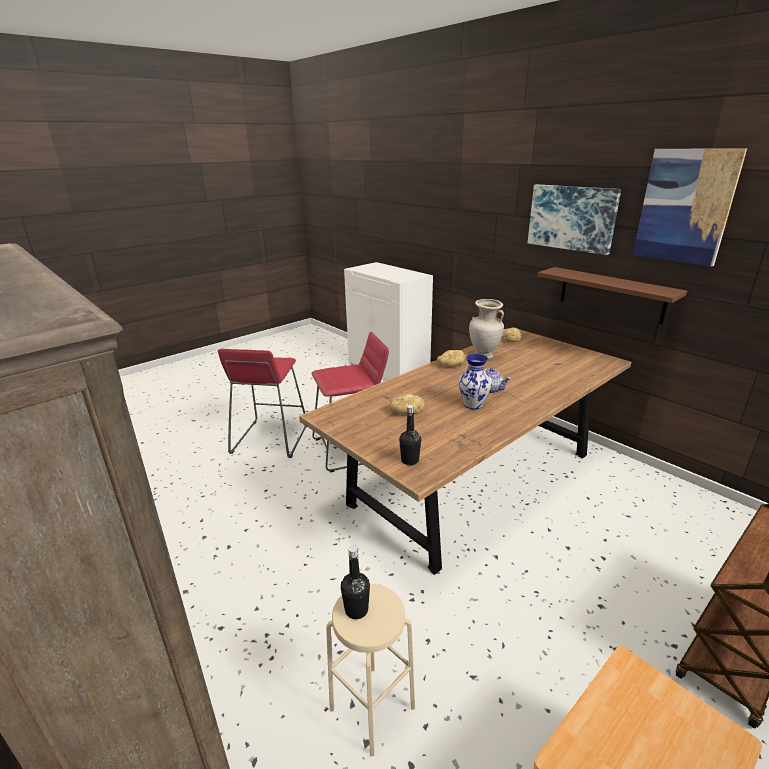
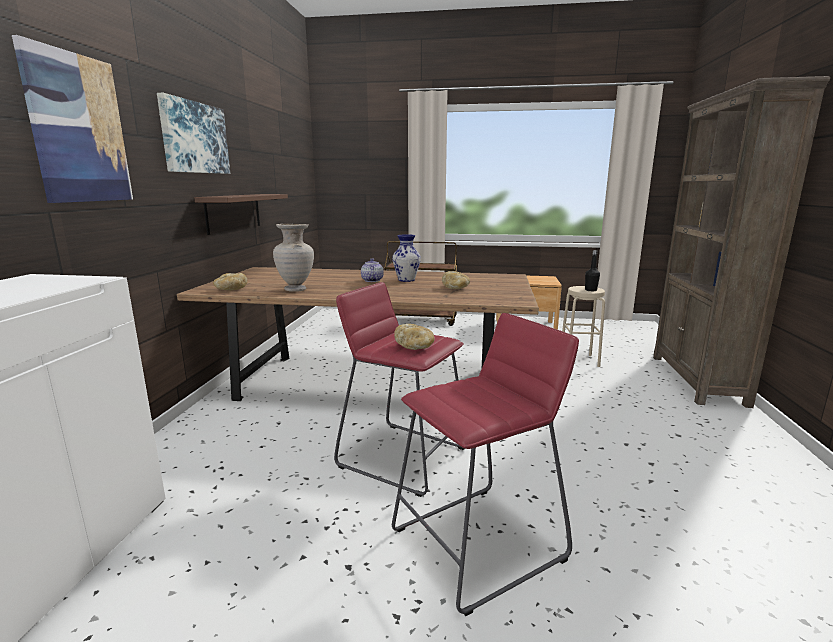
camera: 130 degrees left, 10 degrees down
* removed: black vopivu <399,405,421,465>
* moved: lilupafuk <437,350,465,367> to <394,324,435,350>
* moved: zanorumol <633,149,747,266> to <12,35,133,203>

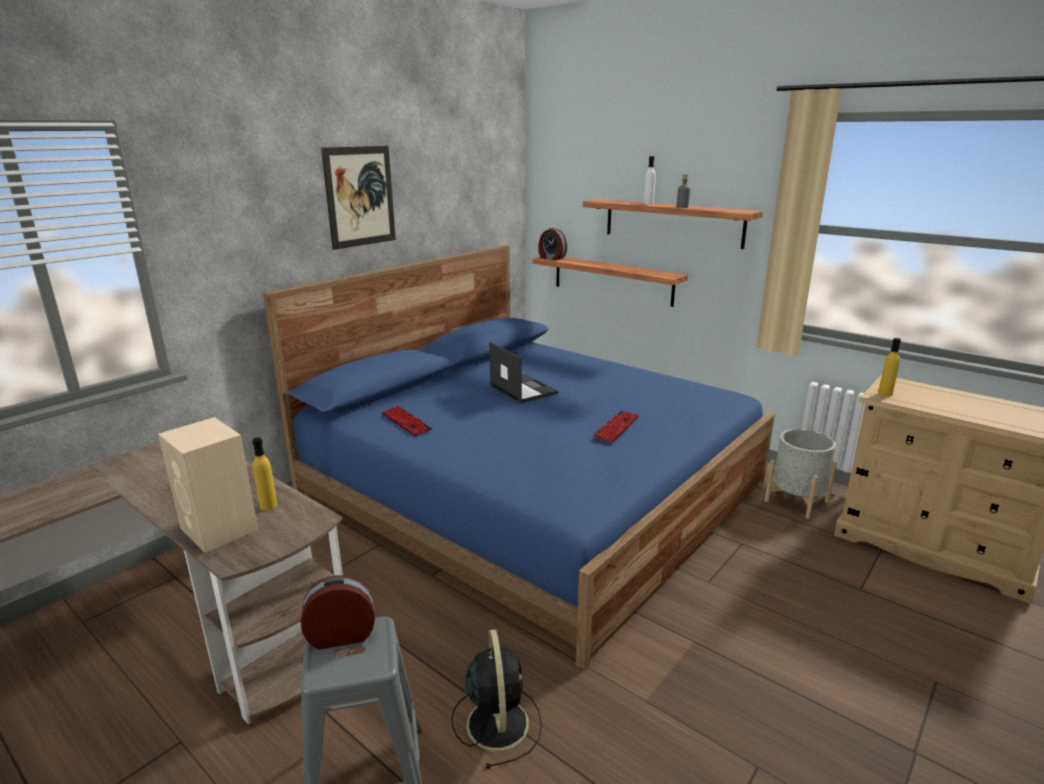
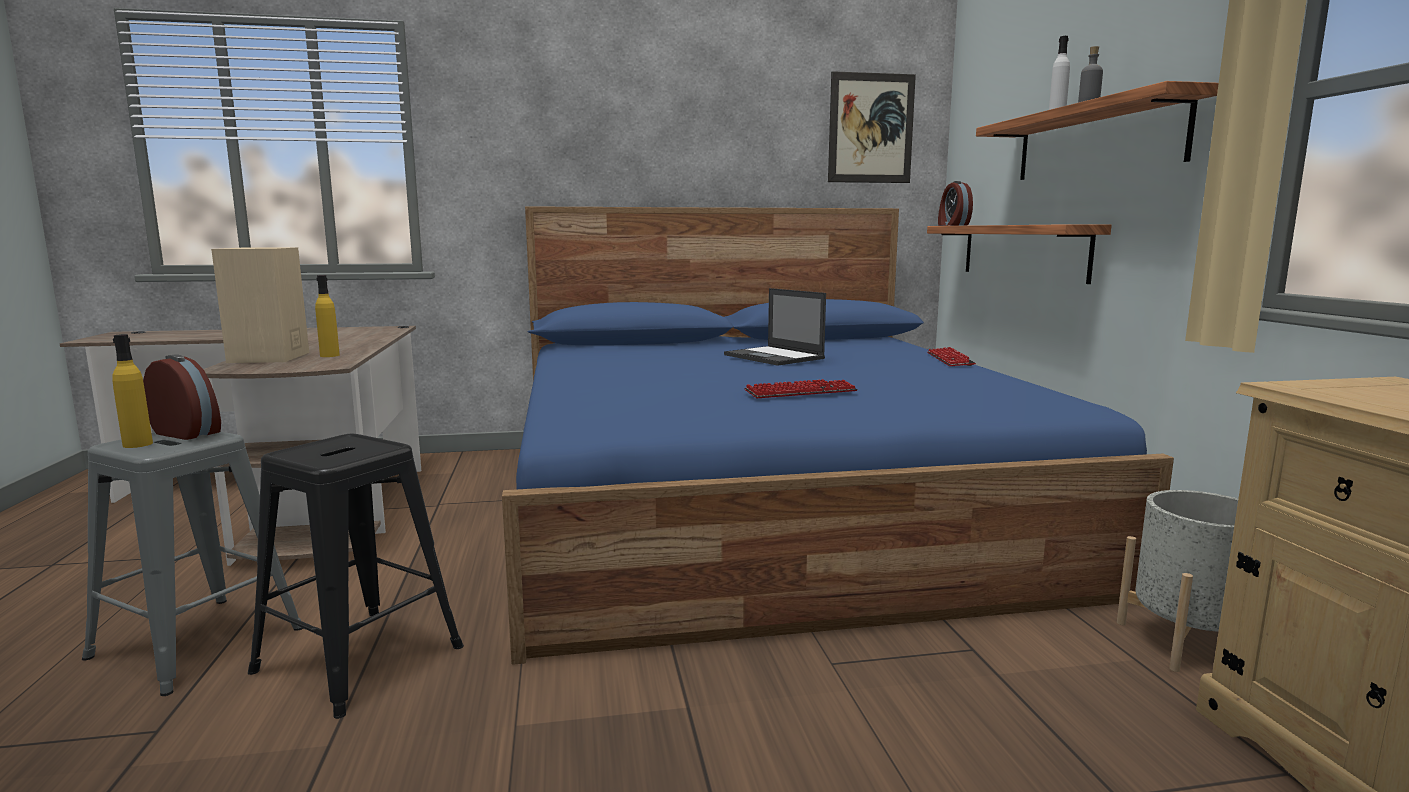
camera: 40 degrees right, 10 degrees down
* moved: zanorumol <321,146,396,250> to <828,71,916,183>
* moved: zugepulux <382,406,432,436> to <927,347,976,366>
* moved: yellow vopivu <878,338,901,396> to <112,334,153,448>
* replaced: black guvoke <451,629,542,769> to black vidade <248,434,464,719>
* turned: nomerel <489,342,558,403> = <724,288,826,366> 135 degrees clockwise

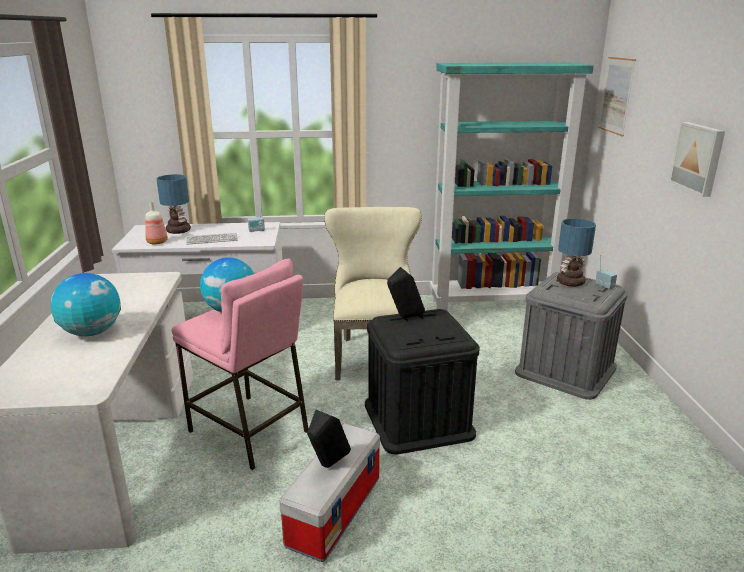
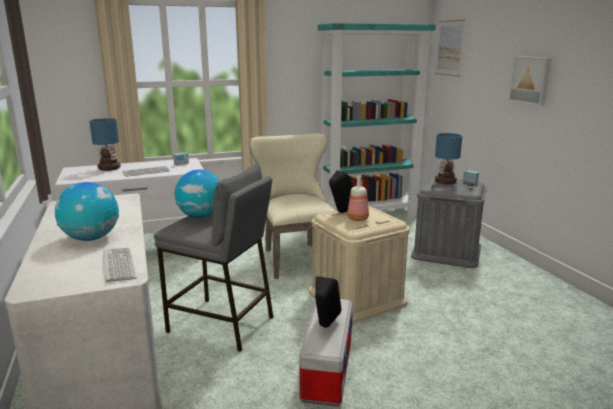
camera: 15 degrees left, 5 degrees down
* added: zugepulux <103,248,137,282>
* moved: vopivu <145,201,168,245> to <347,176,369,221>
* recoloured: pink vidade <171,259,308,470> to grey vidade <154,164,273,352>
* recoloured: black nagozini <365,309,480,455> to beige nagozini <309,206,410,323>

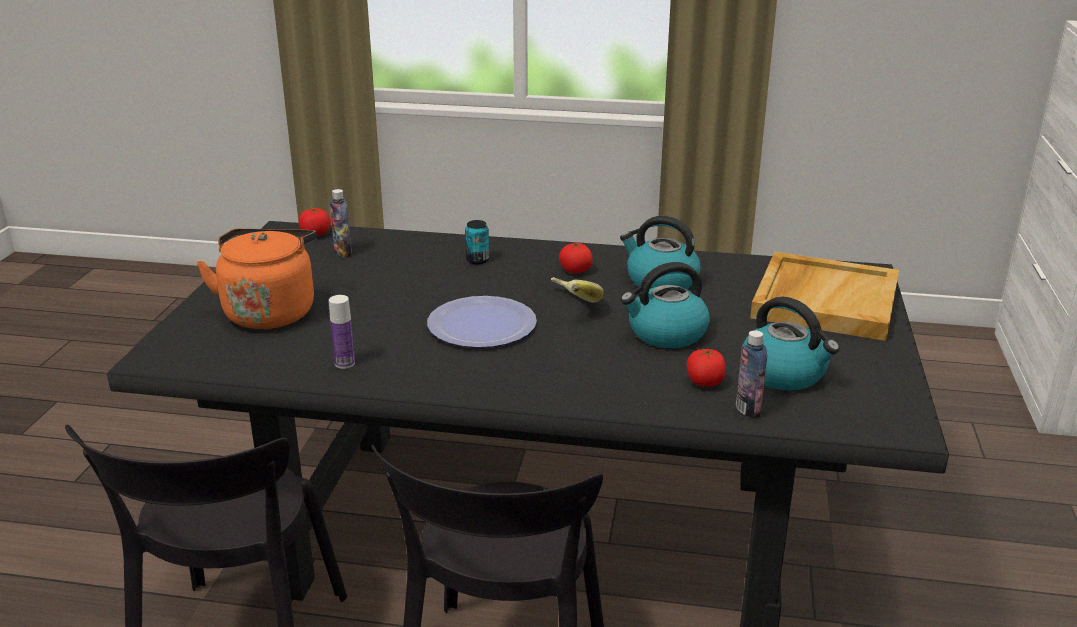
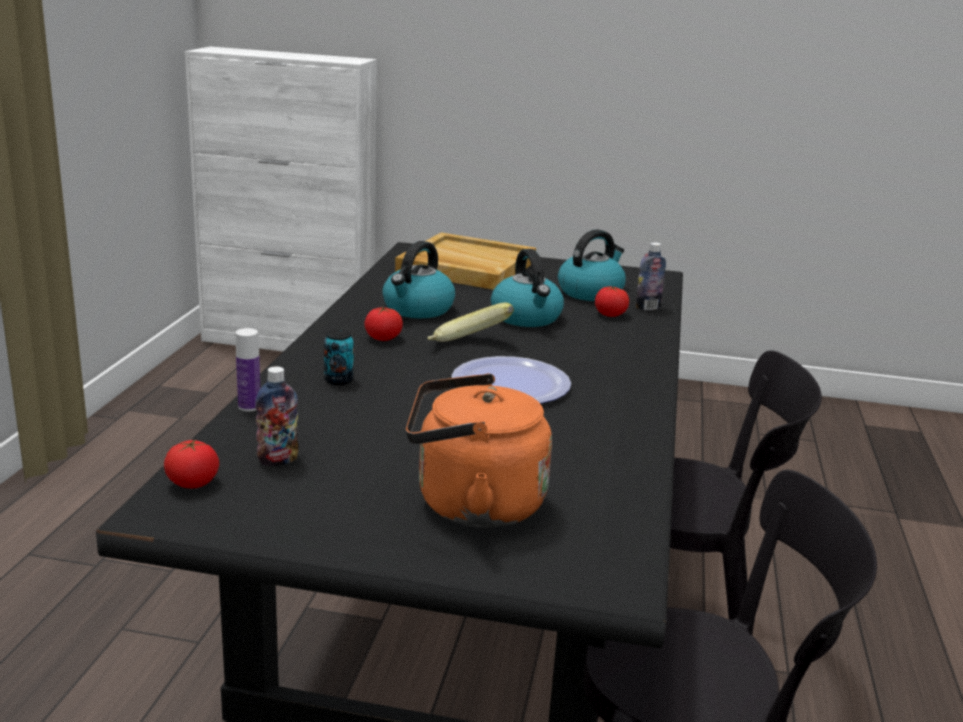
camera: 90 degrees left, 5 degrees down
* moved: vopivu <329,295,355,369> to <236,328,260,412>

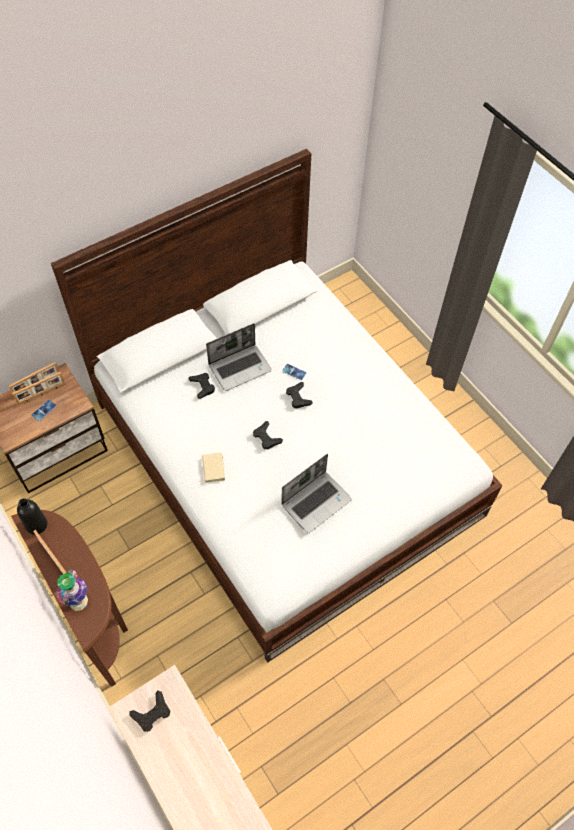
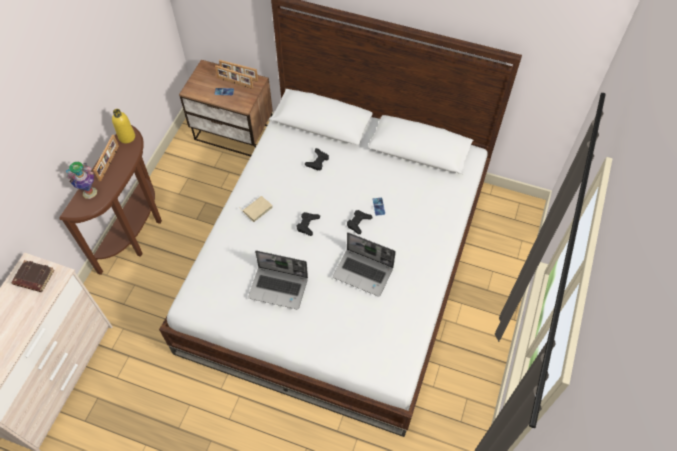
camera: 55 degrees right, 0 degrees up
* moved: nomerel <206,323,272,391> to <333,232,396,297>
* replaced: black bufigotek <129,690,170,732> to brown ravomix <12,260,55,292>
* recoloured: black vopivu <17,498,48,535> to yellow vopivu <112,109,135,144>

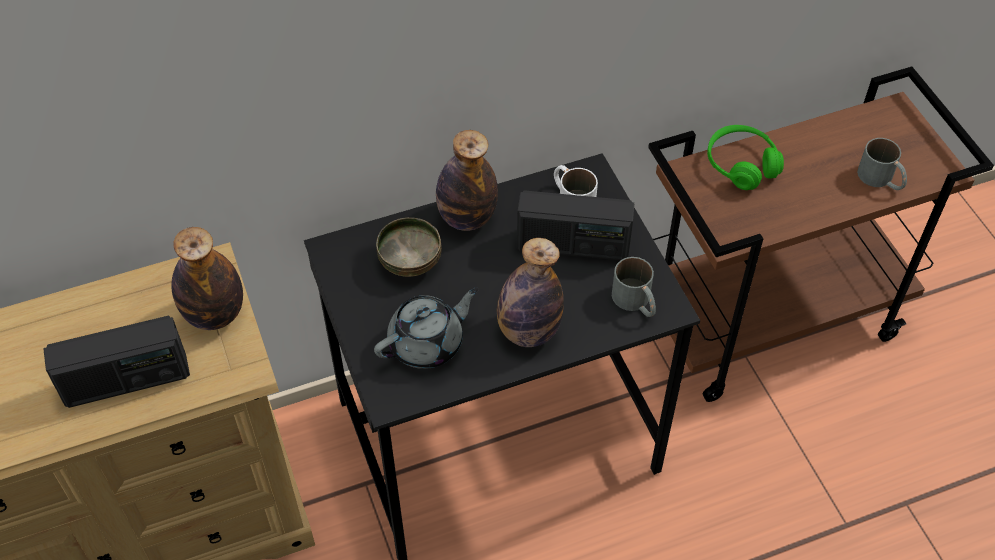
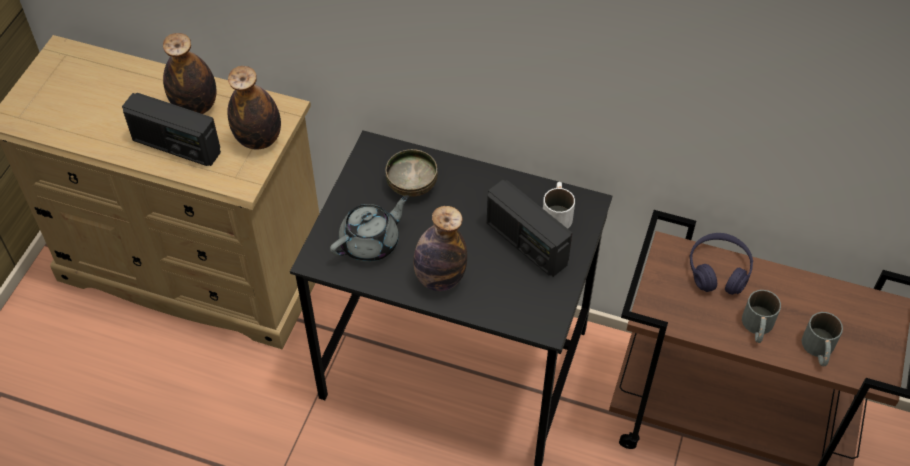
camera: 40 degrees right, 0 degrees up
* moved: vopivu <436,130,498,231> to <163,33,217,114>
* moved: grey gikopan <612,257,656,317> to <742,290,781,343>
* recoloured: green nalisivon <707,125,784,190> to purple nalisivon <690,233,753,295>
* turned: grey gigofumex <374,288,479,369> = <330,195,409,262> 45 degrees counterclockwise

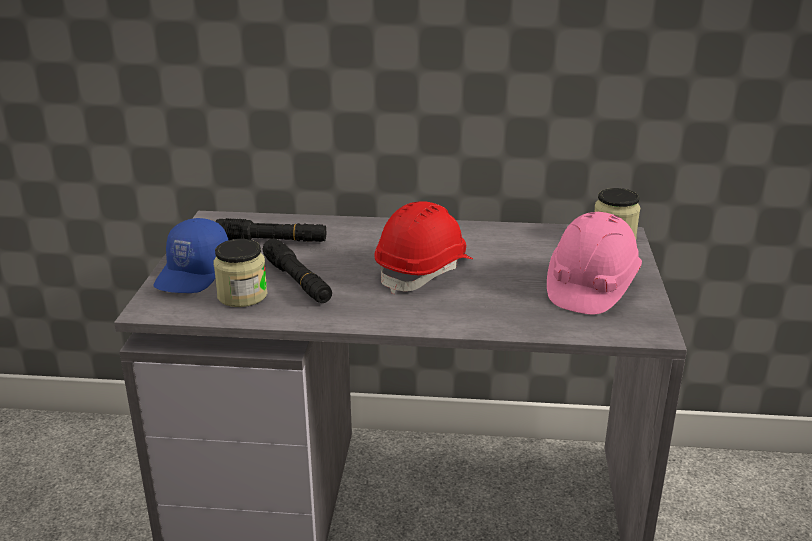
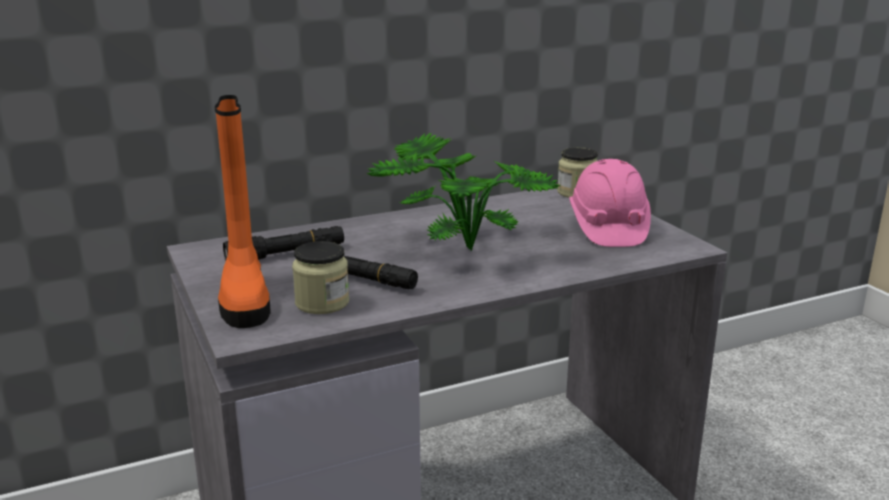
camera: 30 degrees left, 5 degrees down
* replaced: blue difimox <154,218,228,293> to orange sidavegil <214,95,271,328>
* replaced: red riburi <374,201,473,294> to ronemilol <366,133,561,251>

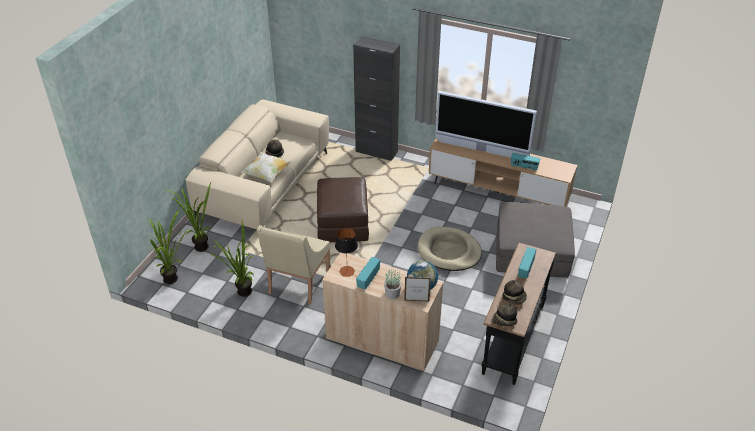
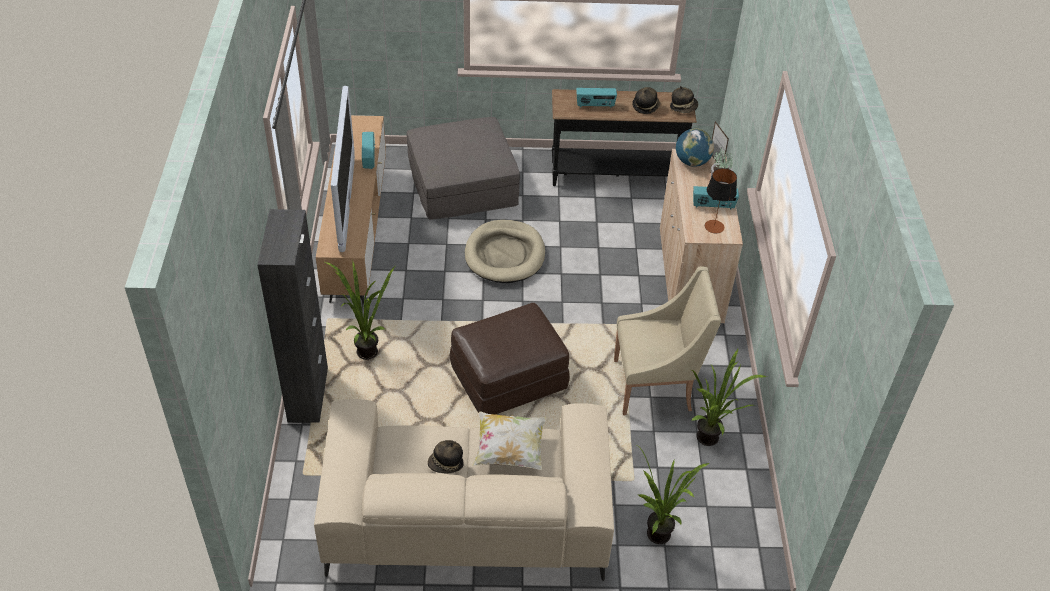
camera: 115 degrees left, 5 degrees up
* moved: ronemilol <148,210,187,284> to <323,260,395,360>

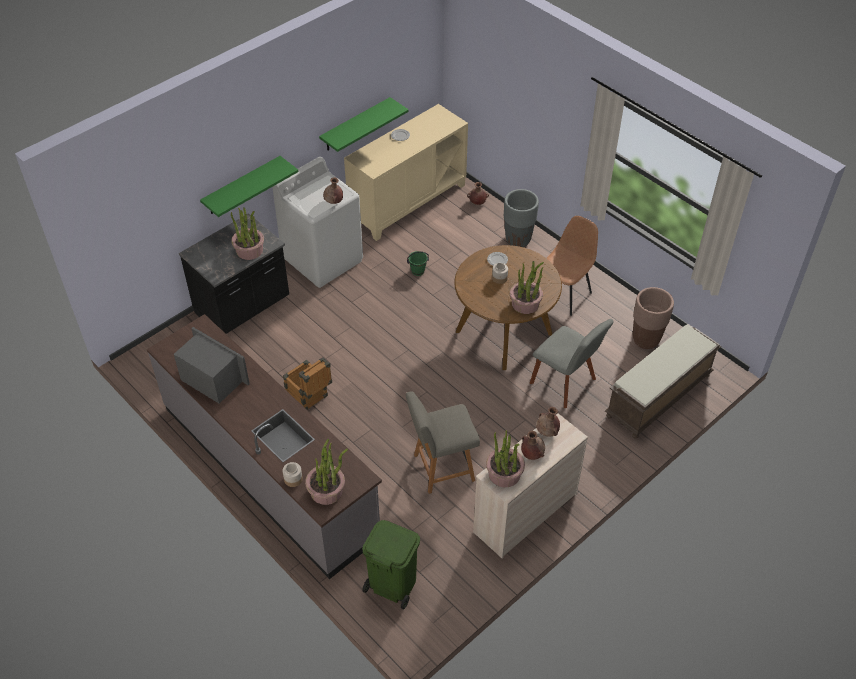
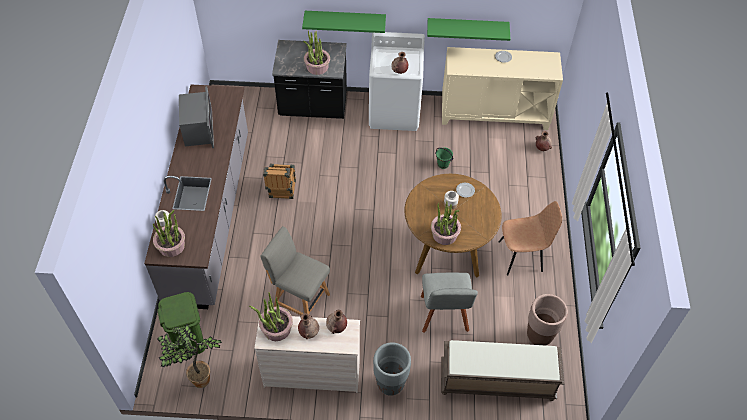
camera: 45 degrees right, 5 degrees up
* added: ronemilol <157,324,222,388>
* moved: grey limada <504,189,539,247> to <373,342,411,396>

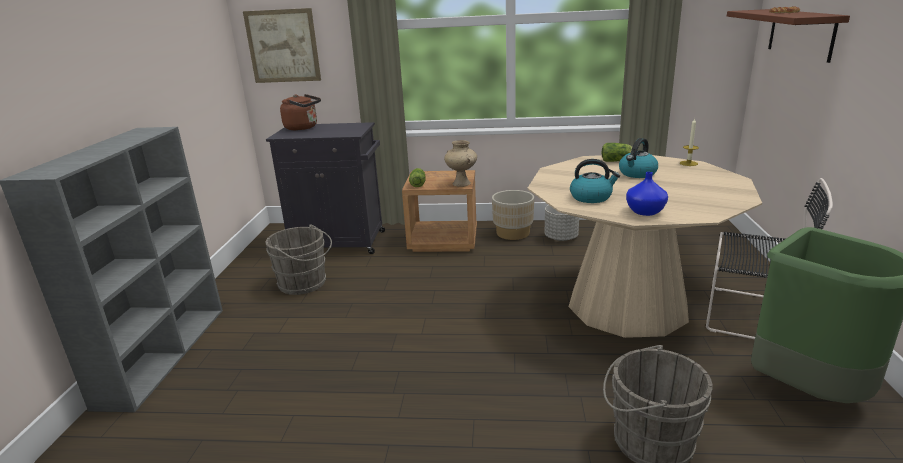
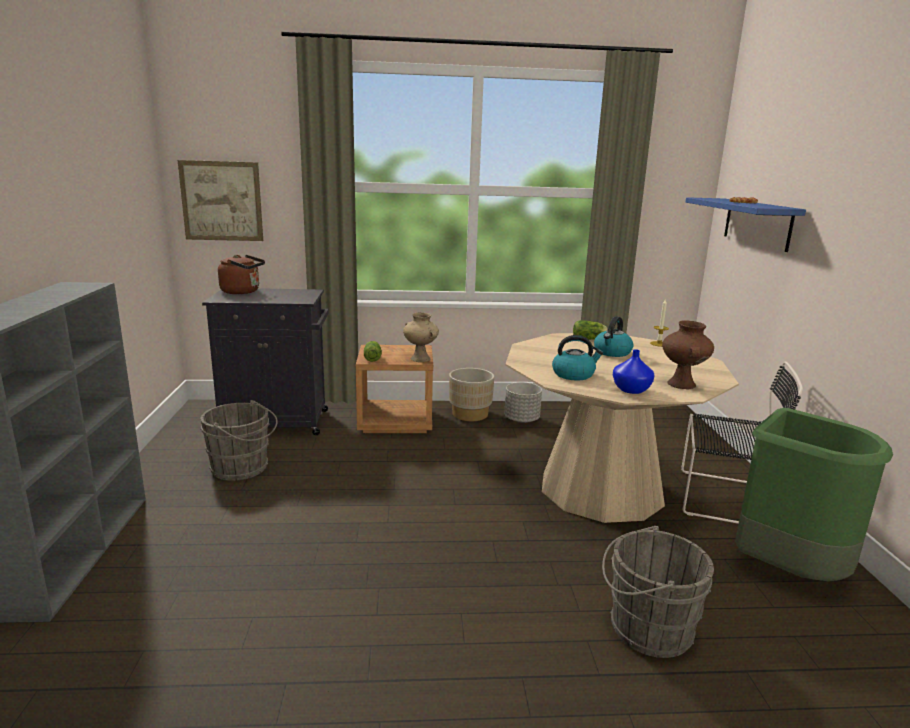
camera: 10 degrees left, 5 degrees down
* added: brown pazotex <662,320,714,389>
* recoloured: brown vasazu <727,9,850,63> to blue vasazu <686,197,806,252>

